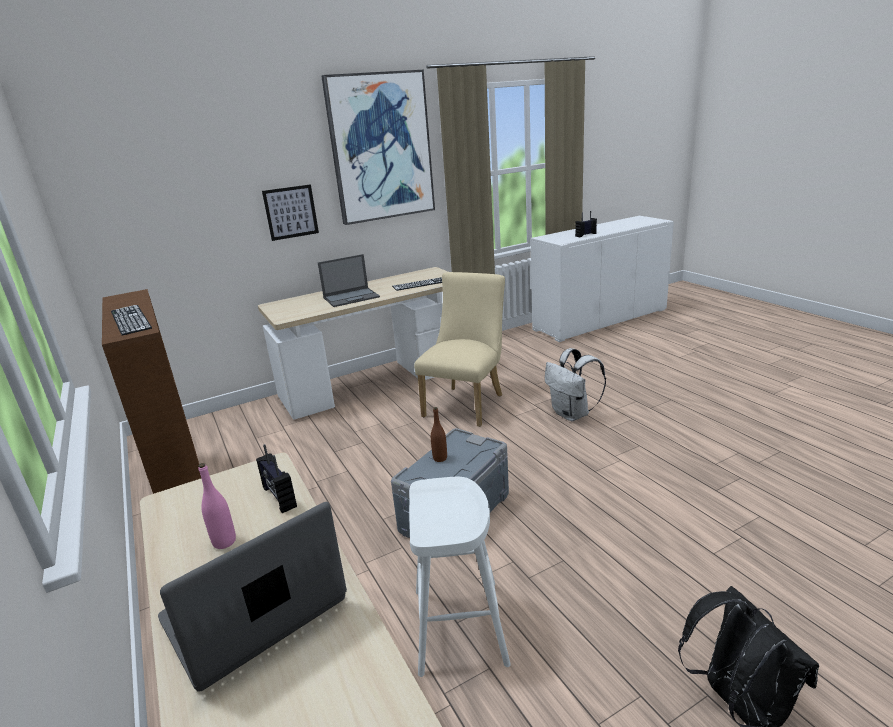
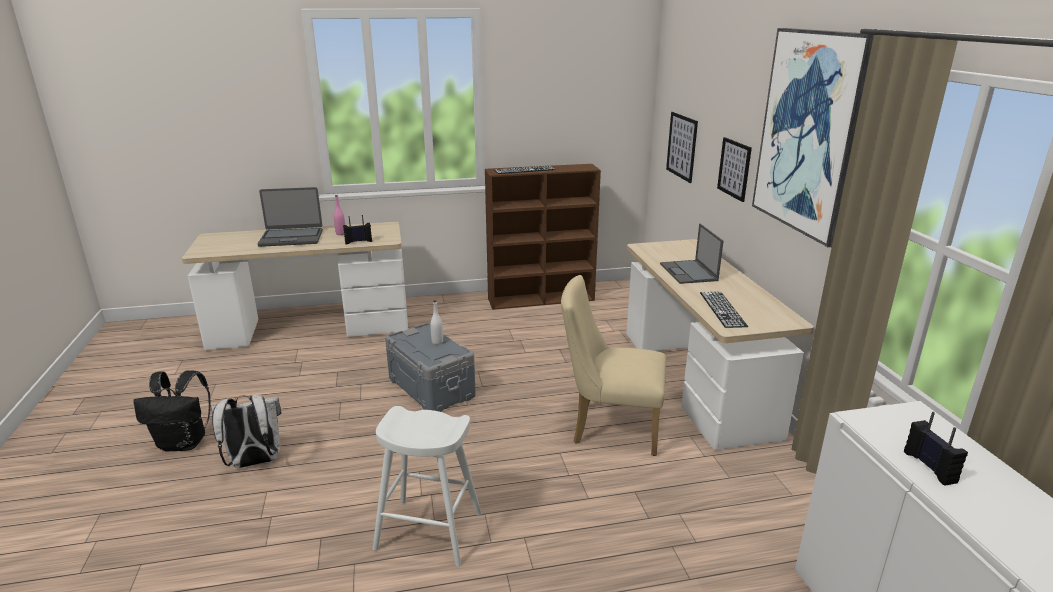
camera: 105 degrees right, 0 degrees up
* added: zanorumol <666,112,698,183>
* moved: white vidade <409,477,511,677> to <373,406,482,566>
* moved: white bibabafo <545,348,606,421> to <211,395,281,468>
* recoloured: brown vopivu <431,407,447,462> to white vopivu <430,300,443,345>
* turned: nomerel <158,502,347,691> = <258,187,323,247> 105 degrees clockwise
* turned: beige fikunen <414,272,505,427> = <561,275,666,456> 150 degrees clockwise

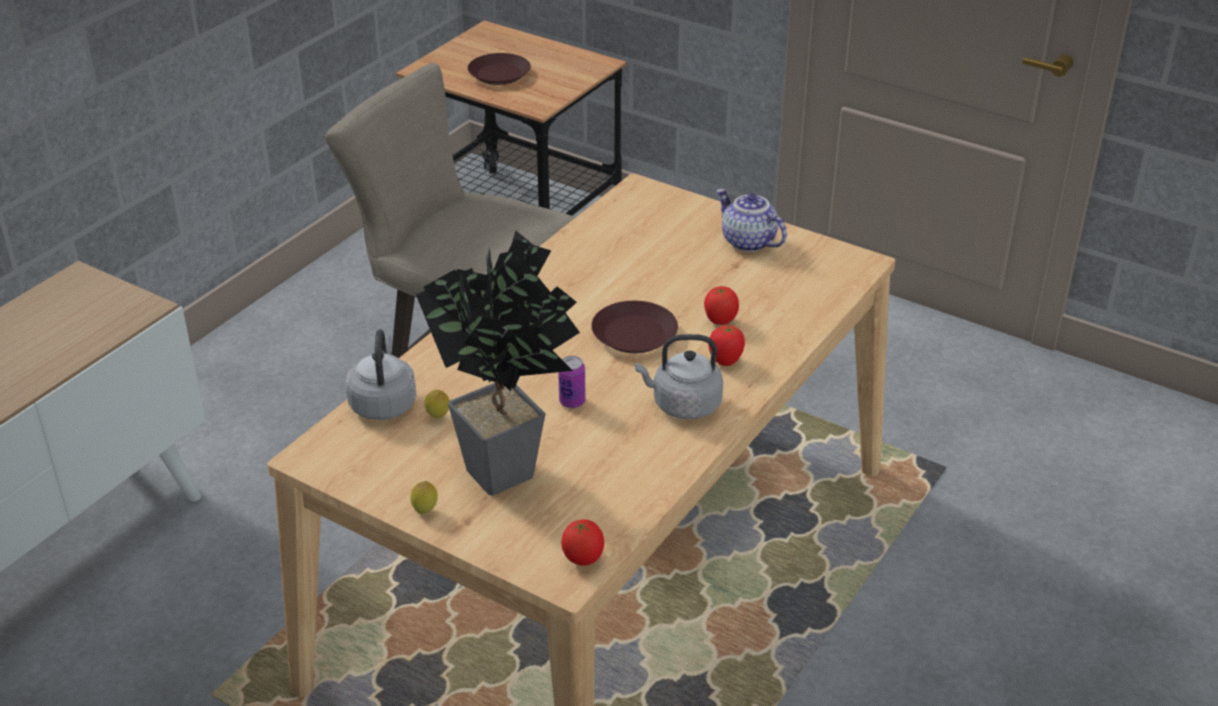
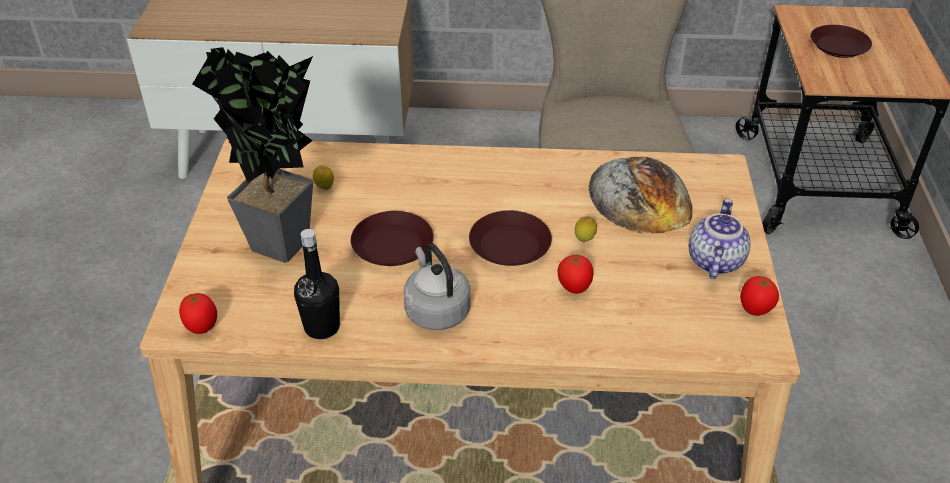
camera: 60 degrees right, 5 degrees up
* removed: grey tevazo <345,329,416,420>
* added: black vopivu <294,229,340,339>
* added: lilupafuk <588,157,693,234>
* moved: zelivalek <410,481,438,514> to <575,216,597,242>
* moved: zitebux <709,325,745,366> to <740,276,779,316>
* replaced: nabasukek <558,356,586,408> to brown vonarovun <351,211,434,266>

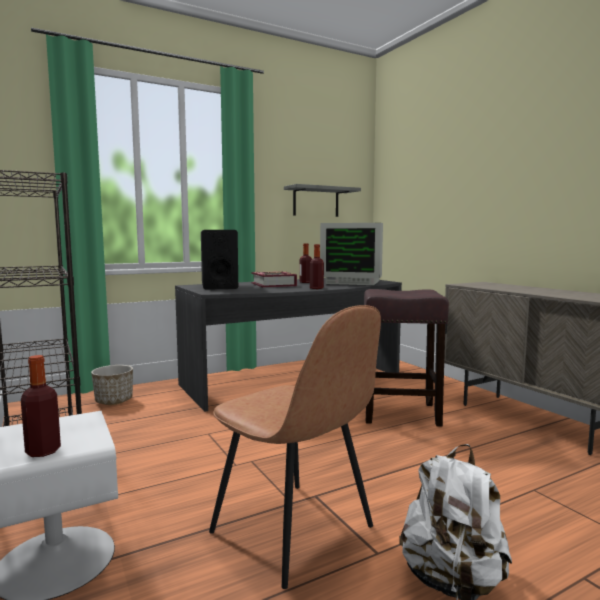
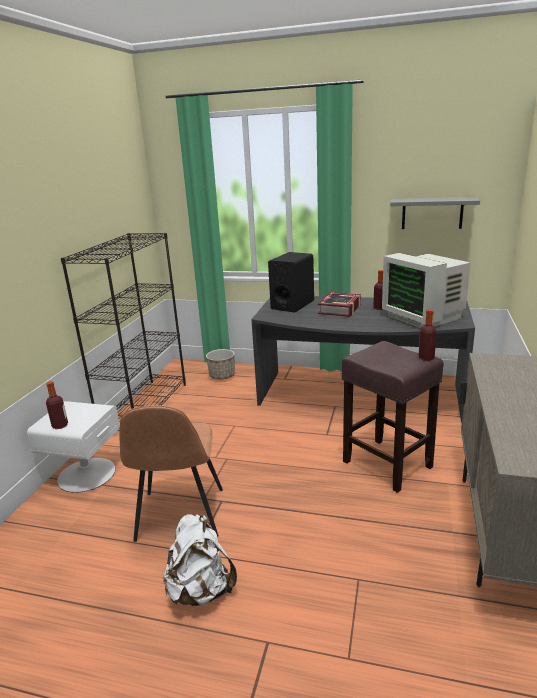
camera: 45 degrees right, 15 degrees up
* moved: vopivu <310,244,324,289> to <419,309,437,361>

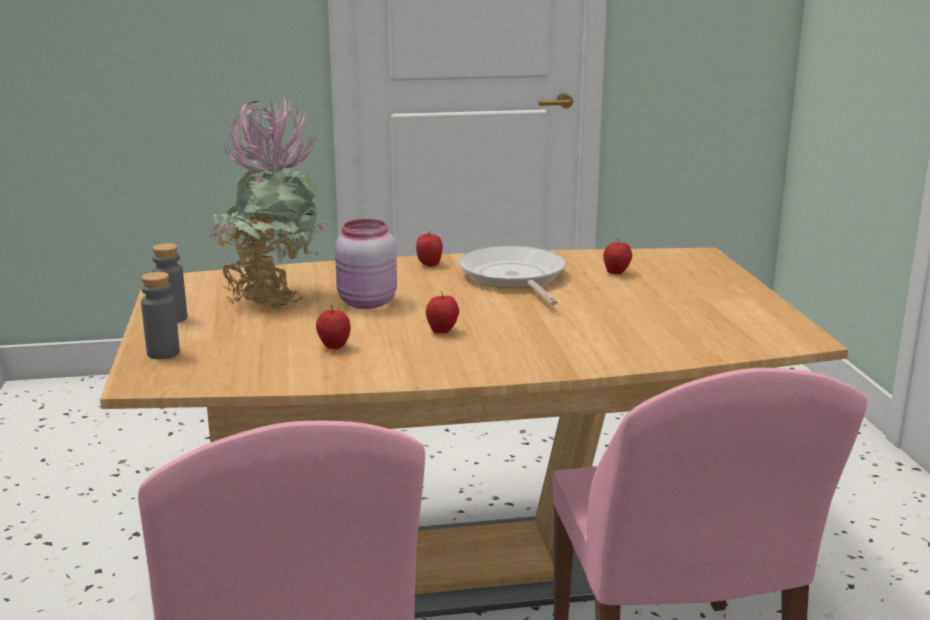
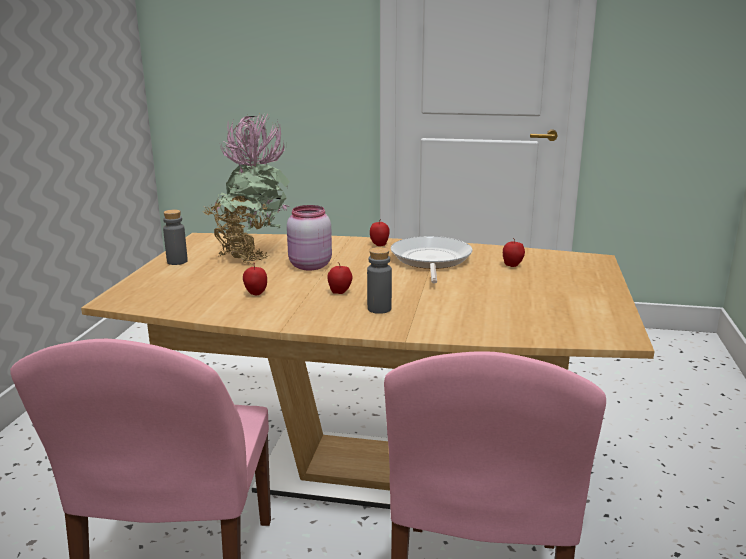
camera: 20 degrees right, 0 degrees up
* moved: grey vopivu <141,272,180,359> to <367,247,392,314>

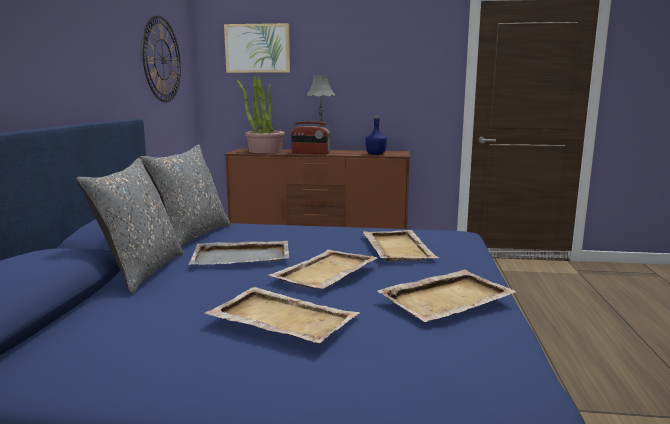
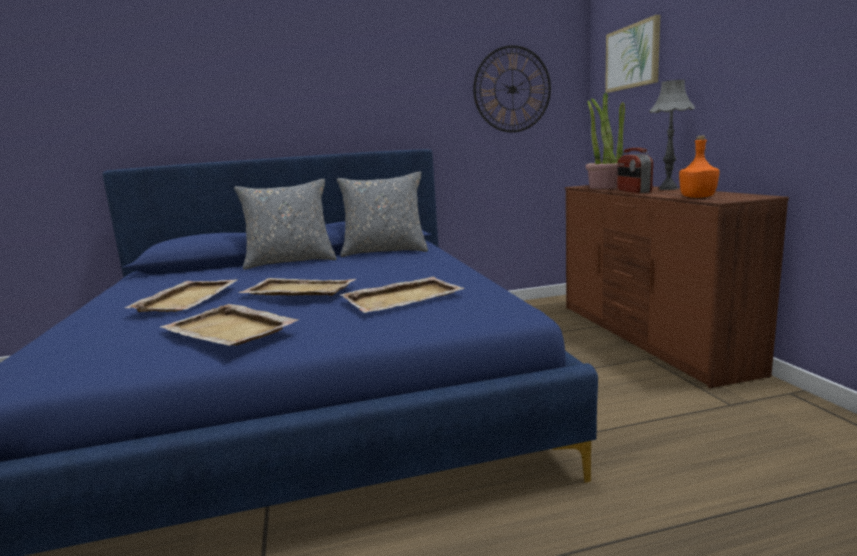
camera: 70 degrees right, 0 degrees up
* removed: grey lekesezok <188,241,289,265>
* recoloured: blue vopivu <365,115,387,155> to orange vopivu <679,135,720,198>

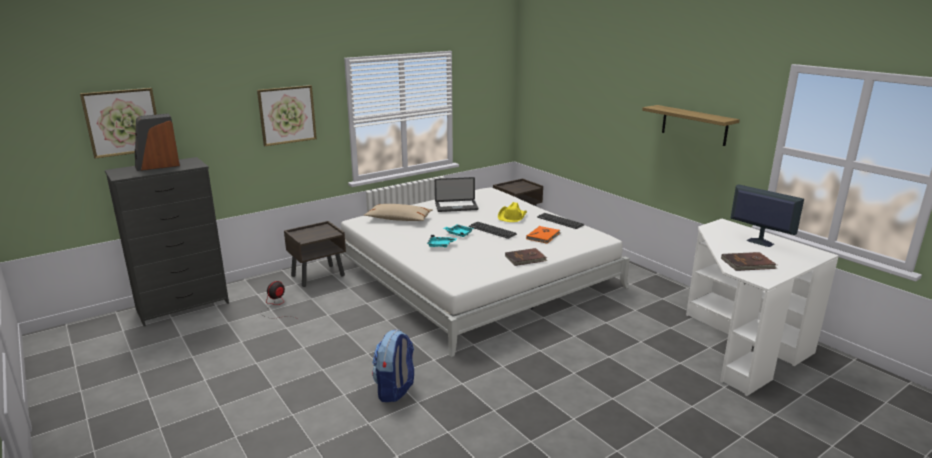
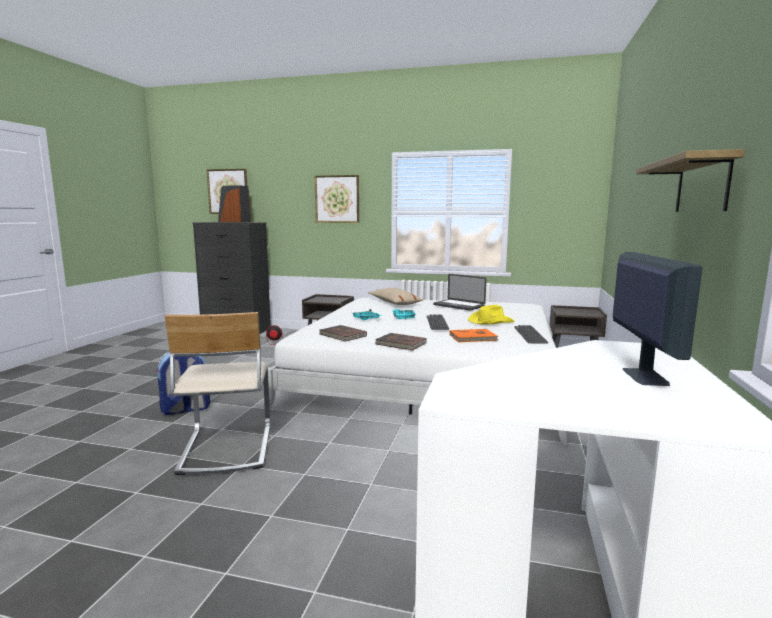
camera: 50 degrees right, 10 degrees down
* added: beige fikunen <165,312,270,475>
* moved: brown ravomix <721,252,778,271> to <320,325,367,342>

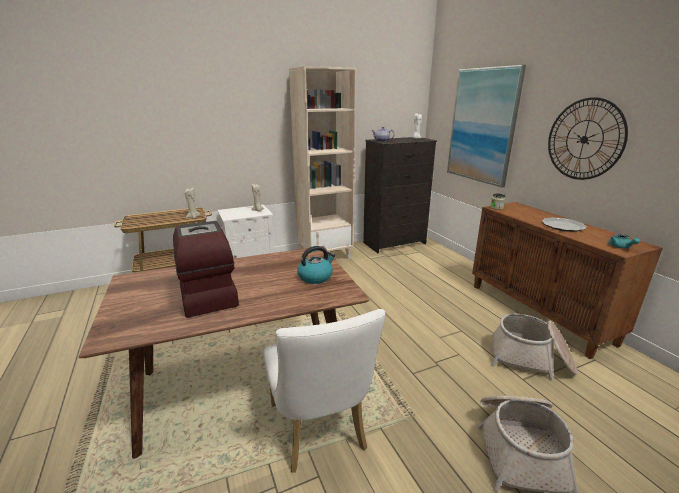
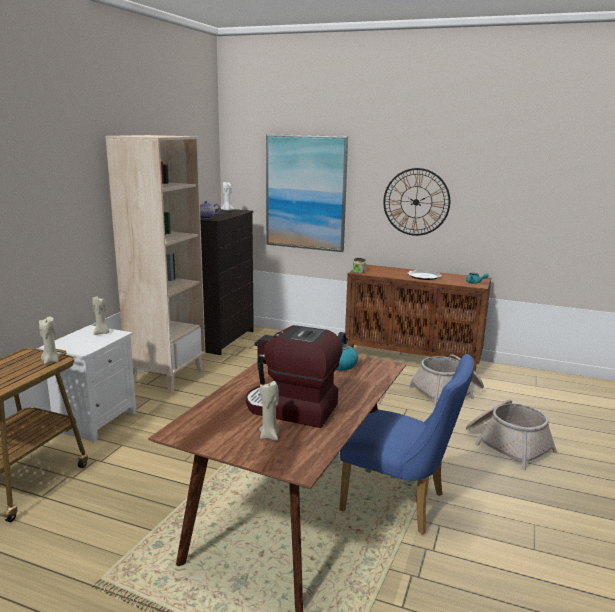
camera: 45 degrees left, 5 degrees down
* added: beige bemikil <259,381,279,441>
* recoloured: white fikunen <263,309,386,473> to blue fikunen <339,354,474,535>

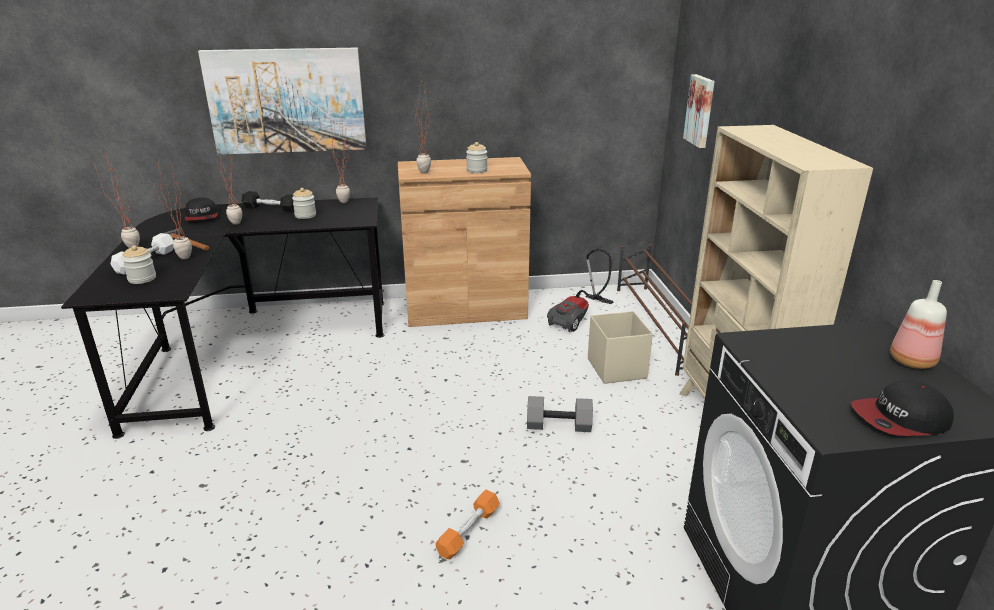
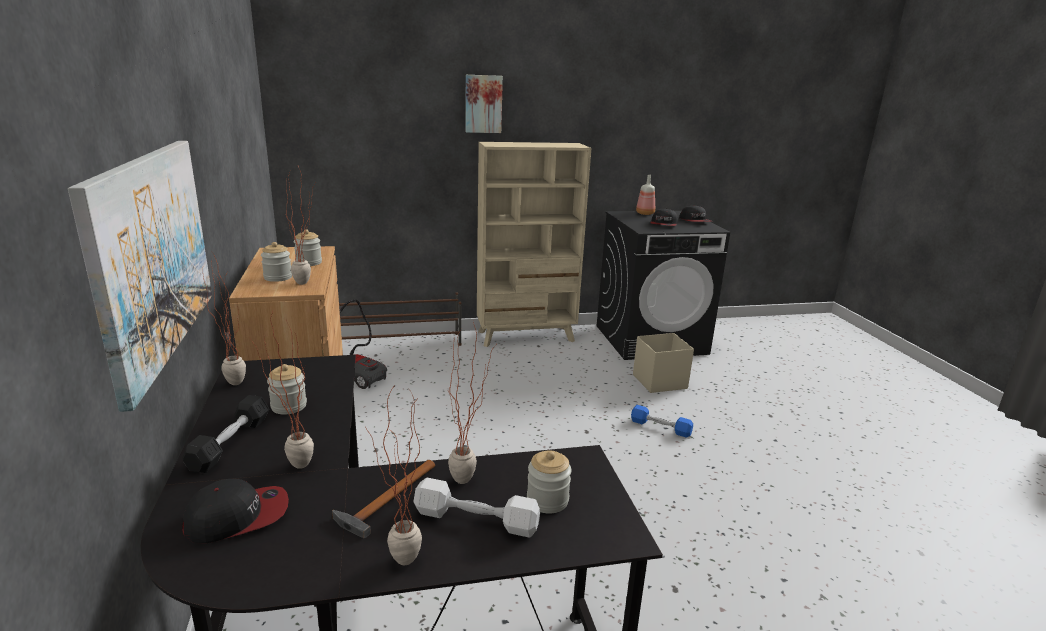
camera: 95 degrees left, 5 degrees down
* removed: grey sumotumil <527,396,593,432>
* added: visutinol <261,242,292,282>
* added: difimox <650,208,678,226>
* moved: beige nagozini <588,311,653,384> to <633,333,694,393>
* moved: zanorumol <683,74,715,148> to <465,75,503,133>
* recoloured: orange sumotumil <436,489,500,559> to blue sumotumil <631,405,693,438>

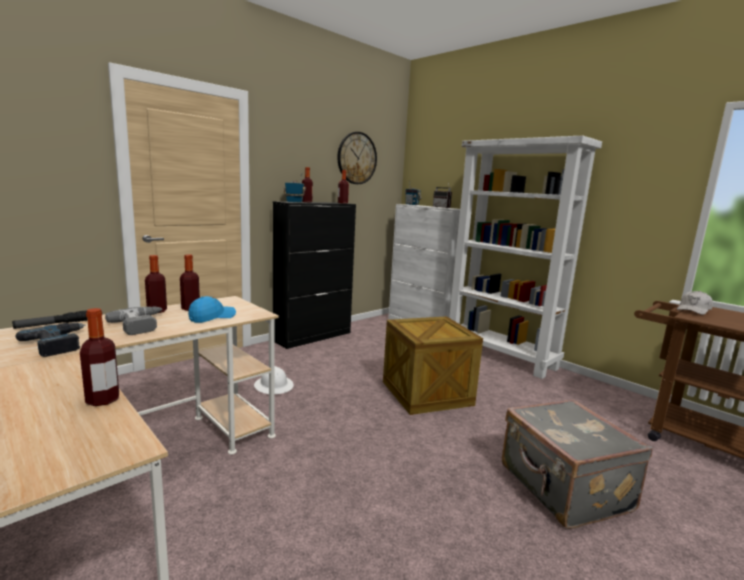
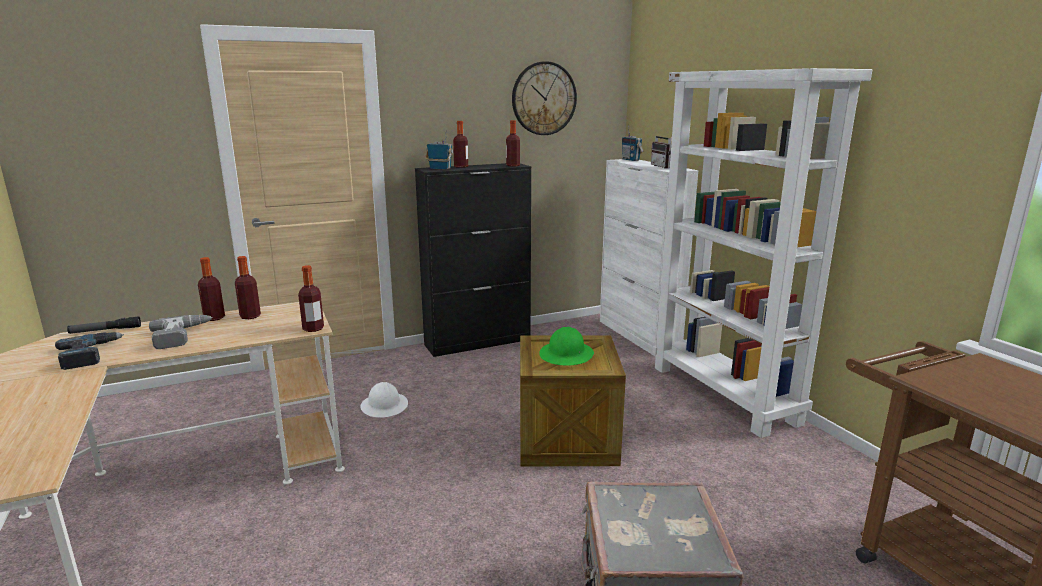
camera: 20 degrees right, 5 degrees up
* removed: blue difimox <188,296,236,323>
* removed: white difimox <677,291,713,315>
* added: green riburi <539,327,594,366>
* moved: vopivu <80,308,119,406> to <298,265,324,332>

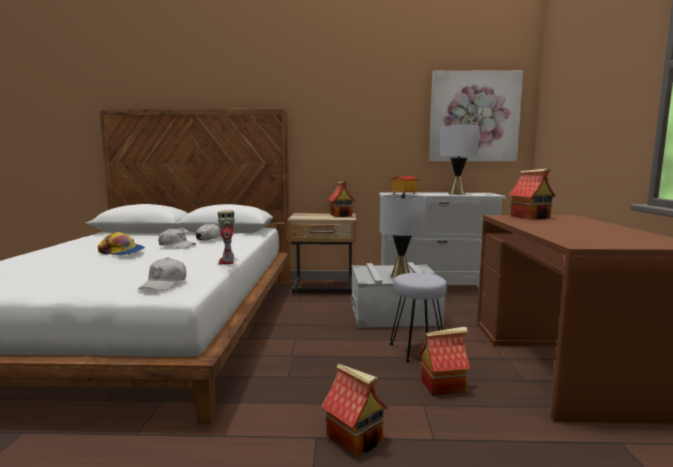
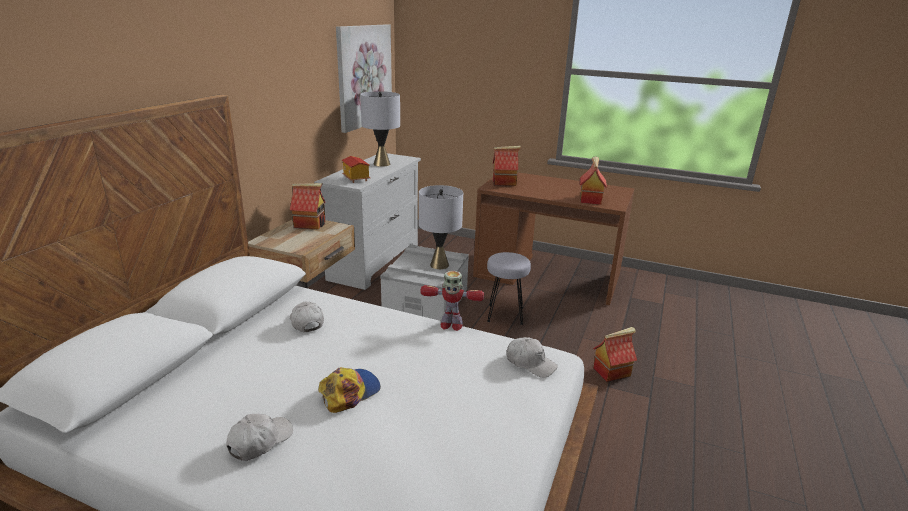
camera: 70 degrees left, 15 degrees up
* moved: white difimox <158,228,196,249> to <226,414,293,461>
* moved: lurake <419,327,470,395> to <579,156,607,205>

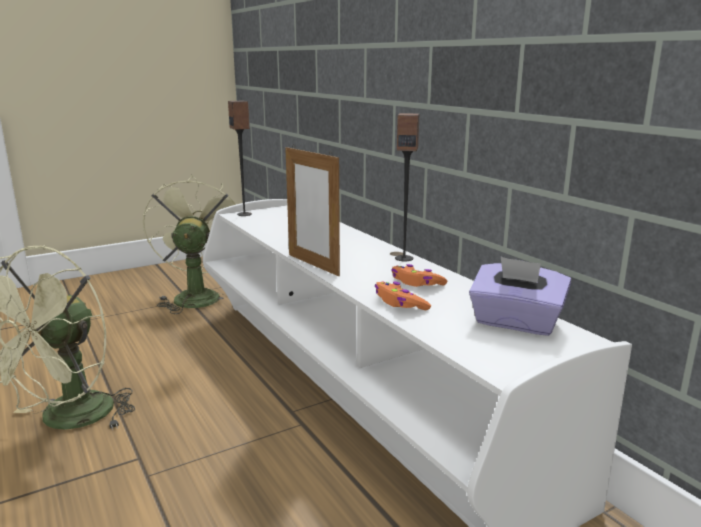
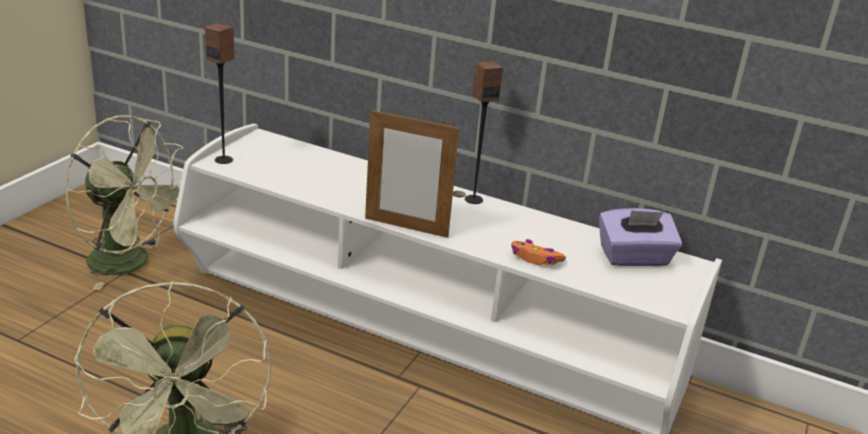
camera: 35 degrees left, 10 degrees up
* removed: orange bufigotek <391,264,447,287>
* turned: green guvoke <143,175,236,314> = <65,115,183,290> 150 degrees clockwise

